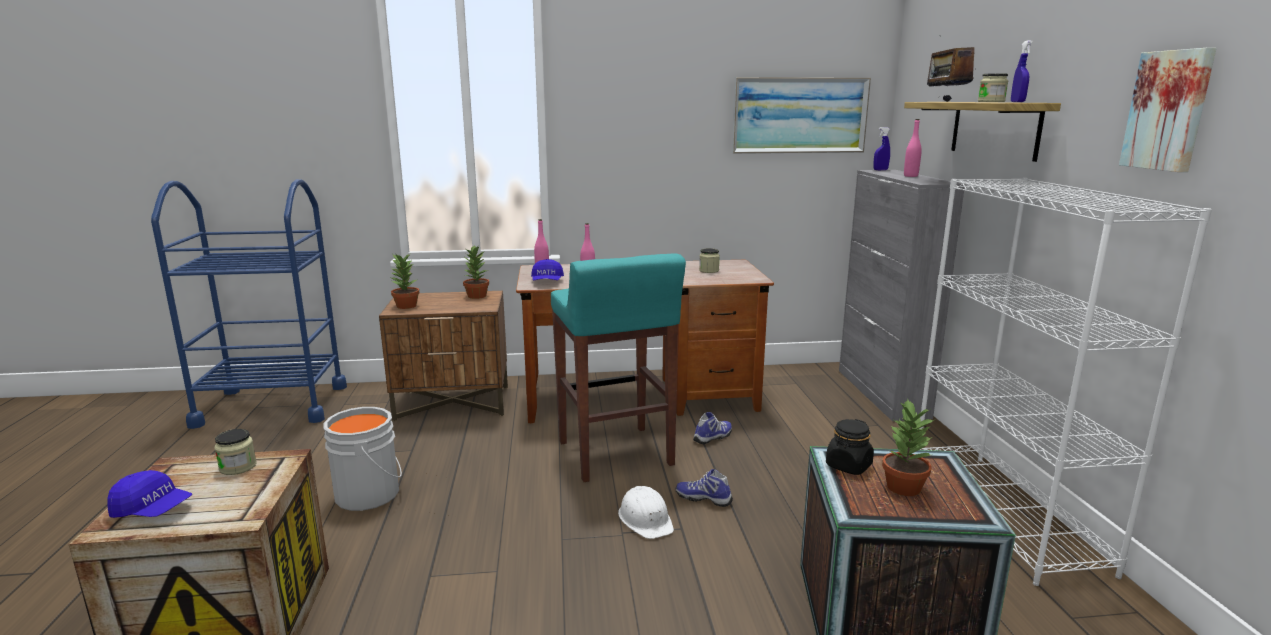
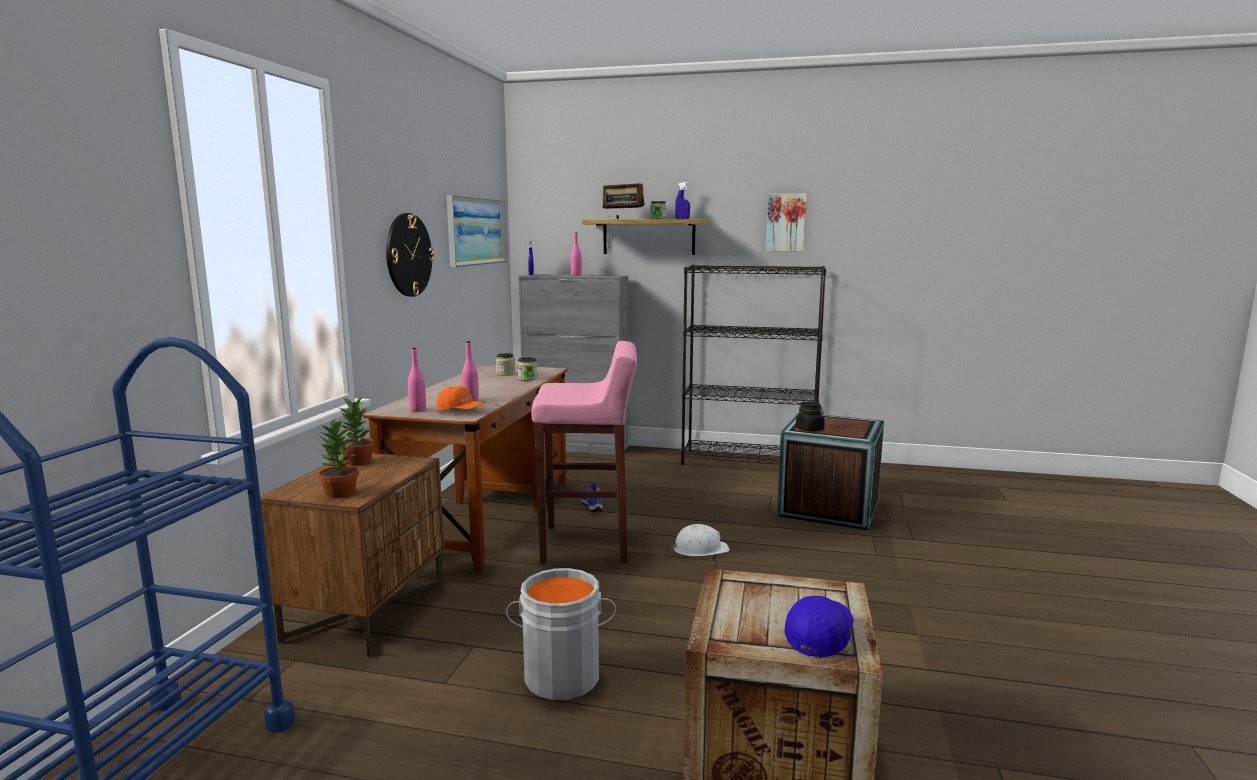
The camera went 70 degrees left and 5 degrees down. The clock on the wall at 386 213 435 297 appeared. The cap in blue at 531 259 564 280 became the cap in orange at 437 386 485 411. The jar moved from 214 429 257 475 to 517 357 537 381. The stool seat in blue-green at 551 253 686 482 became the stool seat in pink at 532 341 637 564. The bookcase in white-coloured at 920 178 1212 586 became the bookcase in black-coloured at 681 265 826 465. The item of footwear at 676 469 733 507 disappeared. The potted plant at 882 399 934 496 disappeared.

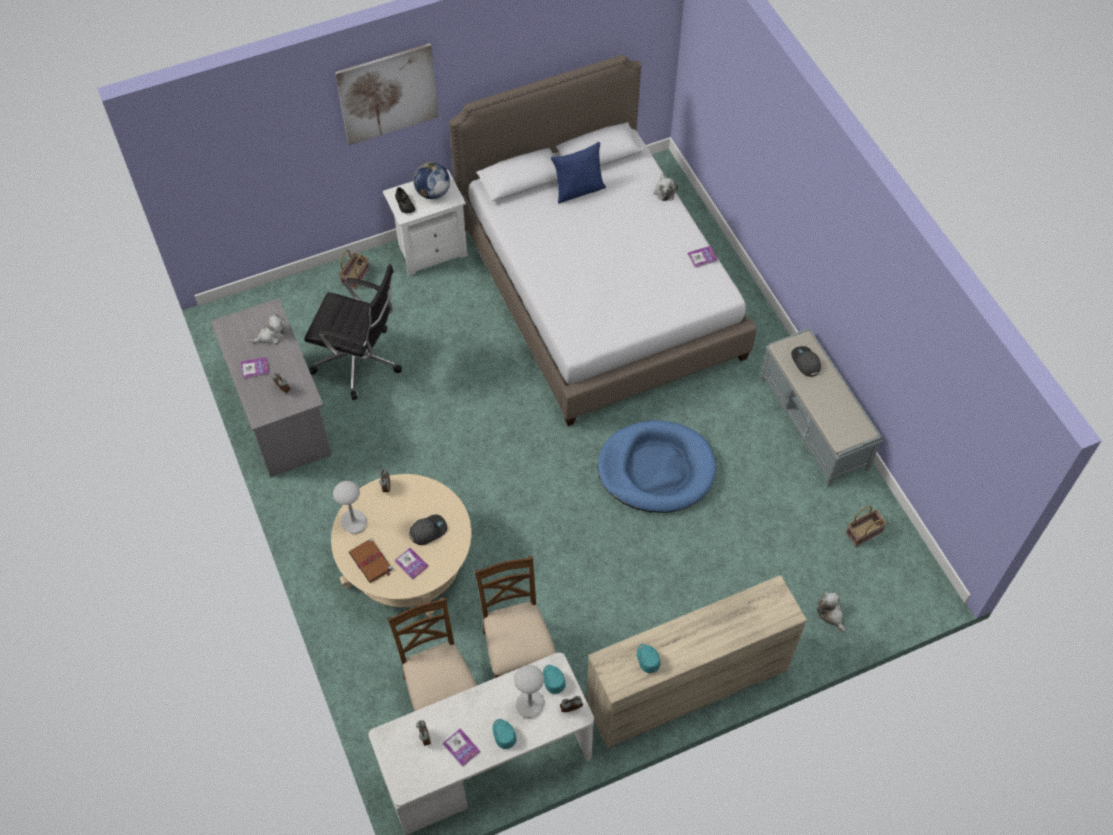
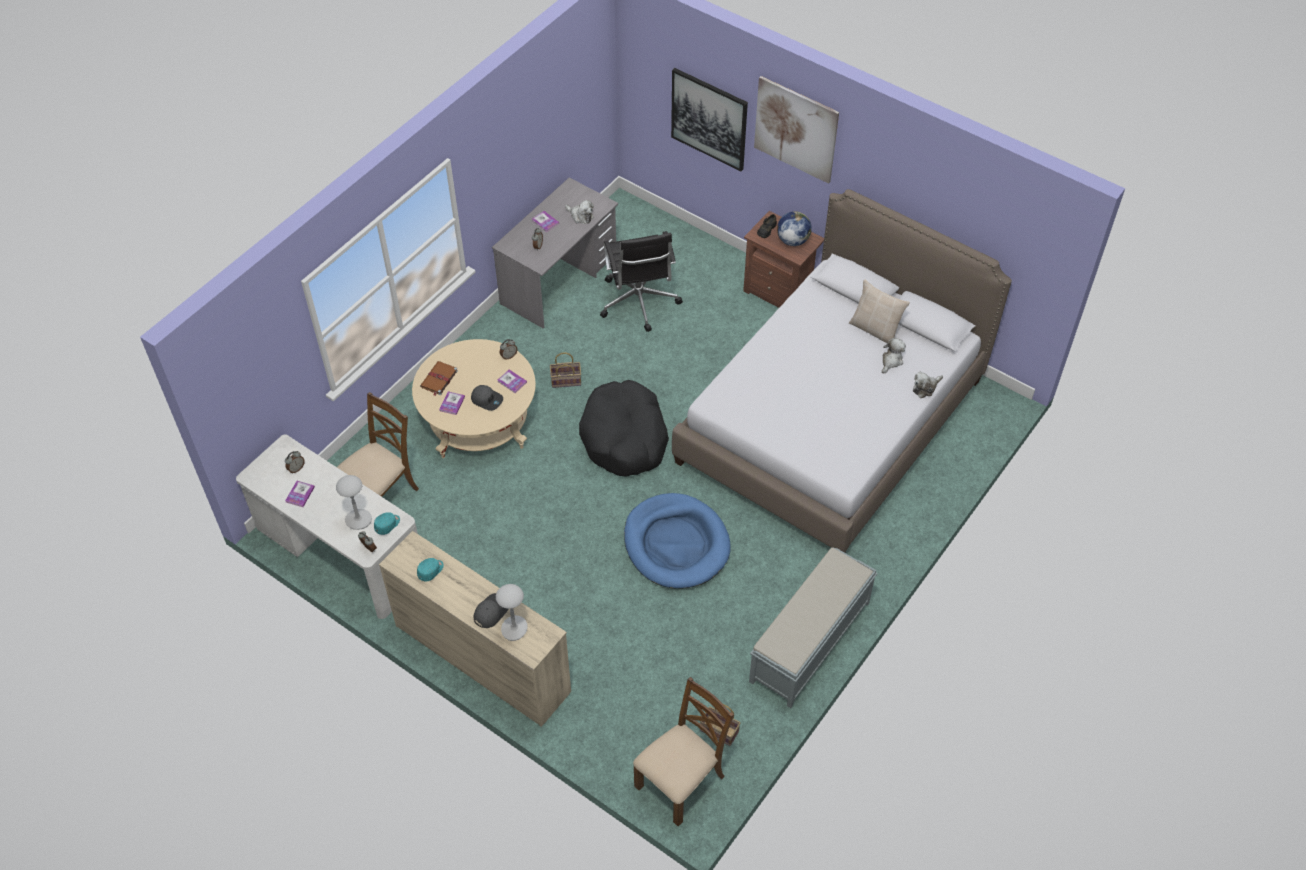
The camera went 60 degrees right and 5 degrees down. The cap in grey moved from 791 346 821 377 to 474 593 508 628. The table lamp in grey moved from 333 481 367 534 to 496 584 528 641. The volume moved from 688 246 718 268 to 497 370 527 393. The basket moved from 339 250 370 290 to 550 353 581 388. The dog bed in black-coloured at 579 380 669 477 appeared. The chair in brown-coloured moved from 475 556 556 678 to 633 677 734 826. The wall art at 671 68 748 171 appeared. The night table in white-coloured at 383 170 467 276 became the night table in brown-coloured at 743 211 824 308. The cushion in blue at 551 142 606 204 became the cushion in sand-coloured at 849 279 910 343. The cuddly toy moved from 817 592 845 633 to 882 338 906 374. The cap in blue-green at 493 719 517 749 disappeared.

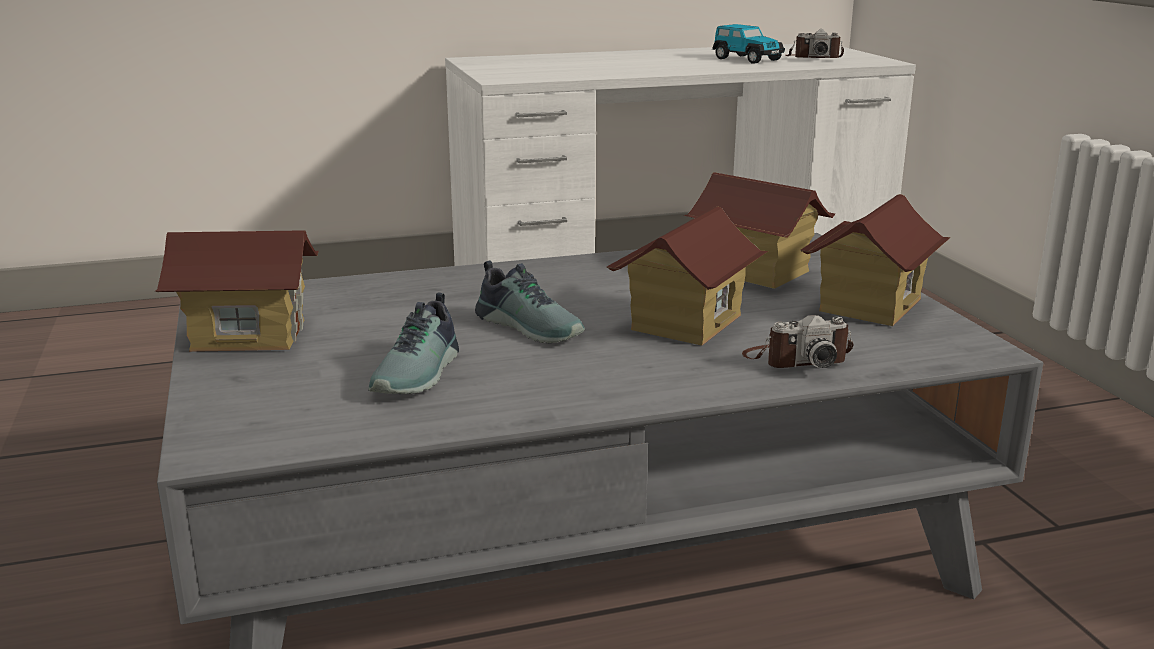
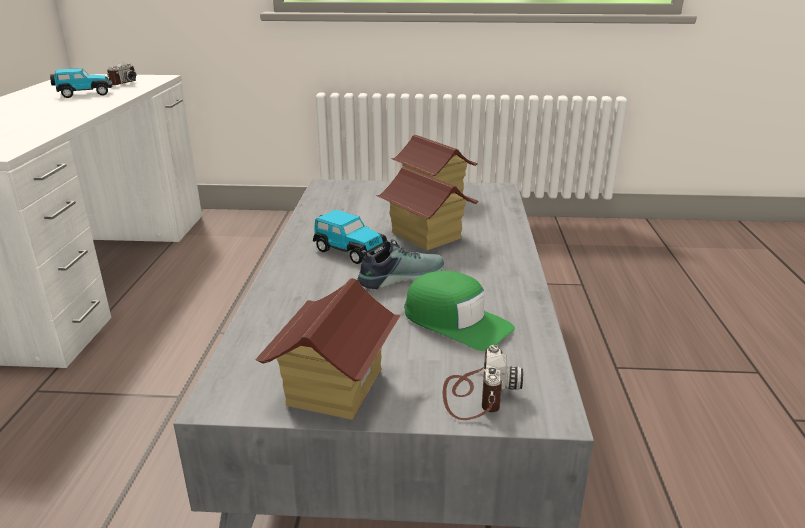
The camera went 70 degrees left and 5 degrees up. The miniature car at 313 210 388 264 appeared. The item of footwear at 368 293 459 394 was replaced by the cap in green-coloured at 405 271 515 351. The photo camera moved from 742 315 853 368 to 443 345 523 420. The model house at 683 172 835 289 disappeared.

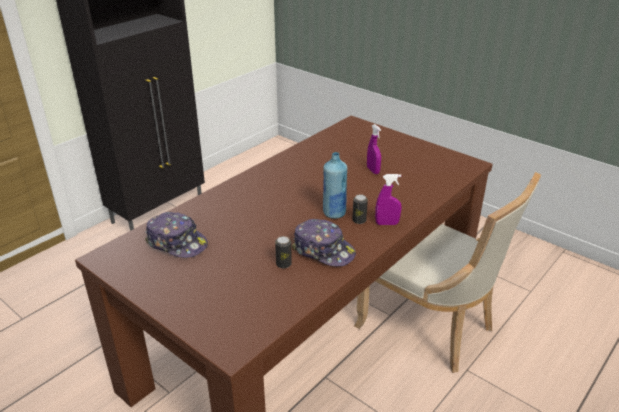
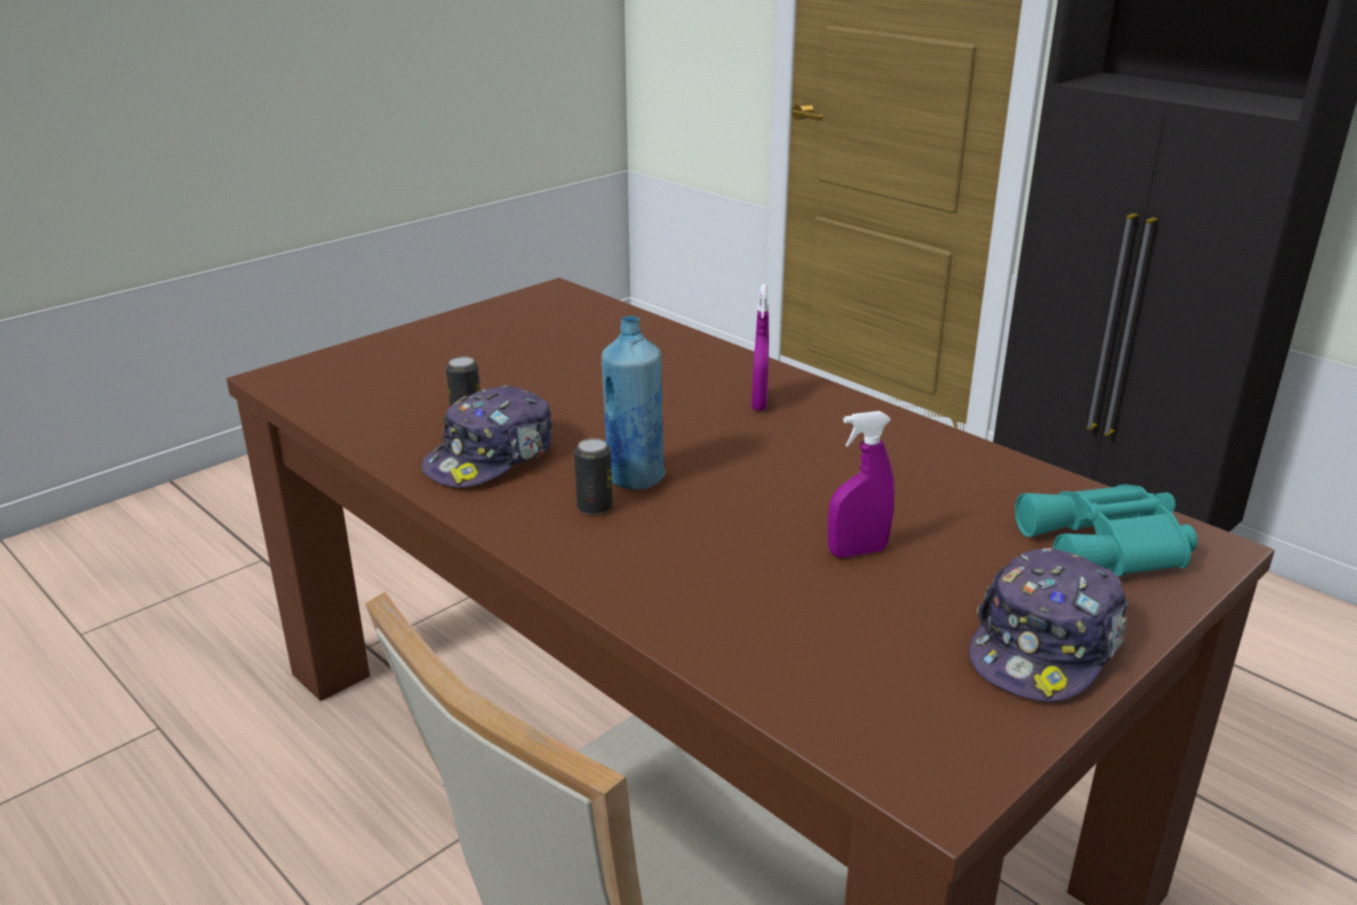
The camera went 95 degrees right and 5 degrees down. The sprayer in purplish moved from 375 174 402 225 to 752 284 769 410. The cap moved from 145 212 208 258 to 969 548 1128 702. The field glasses in blue-green at 1015 484 1197 576 appeared.

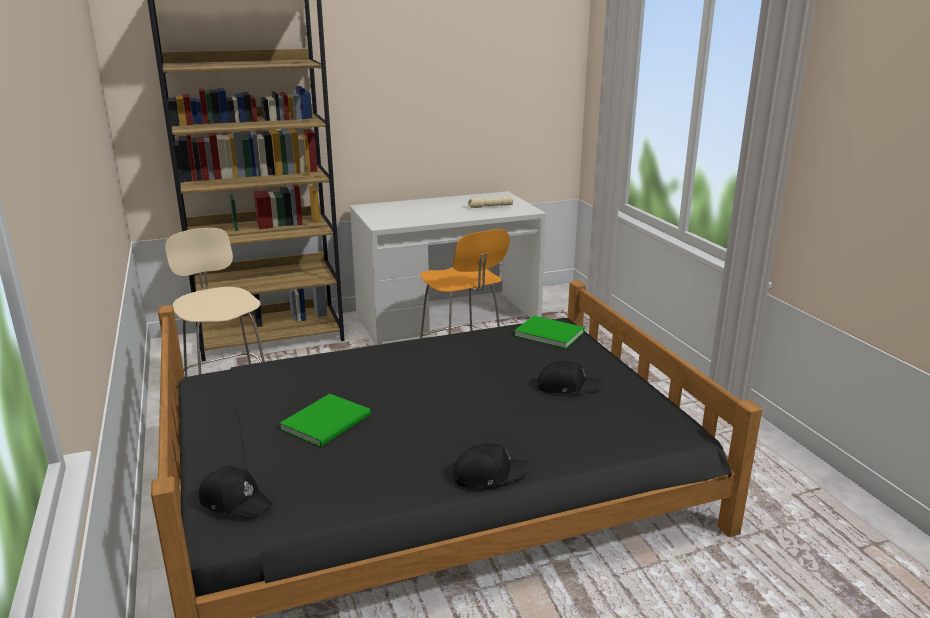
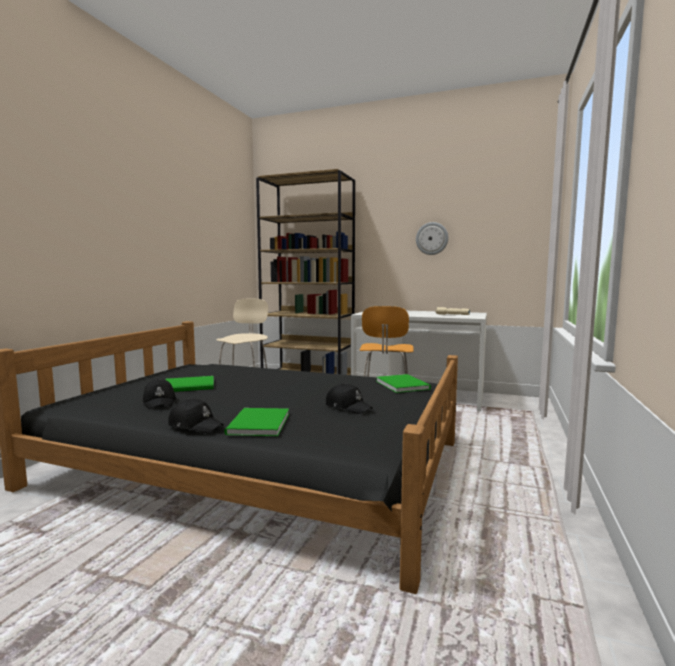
The camera went 40 degrees right and 15 degrees down. The cap in black-coloured moved from 199 466 272 519 to 143 379 176 409. The volume in green-coloured at 224 408 289 436 appeared. The clock on the wall at 416 222 449 255 appeared.

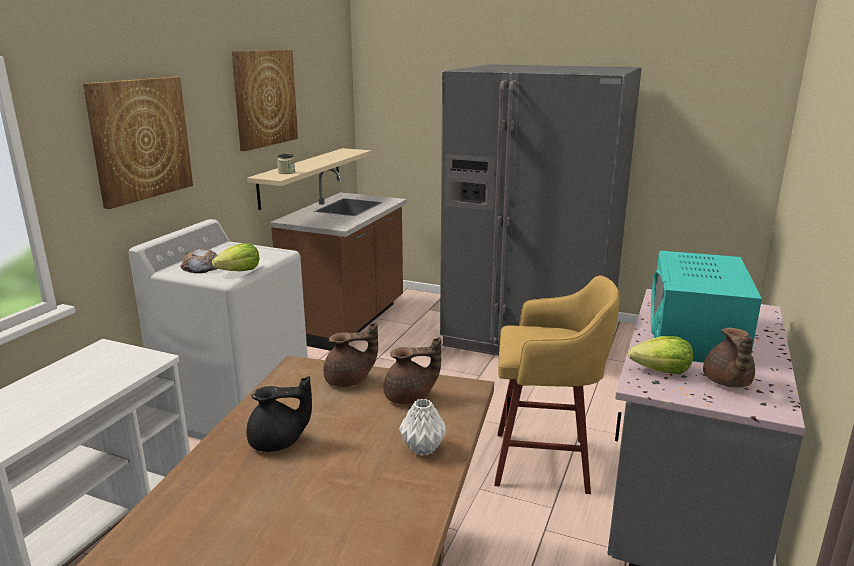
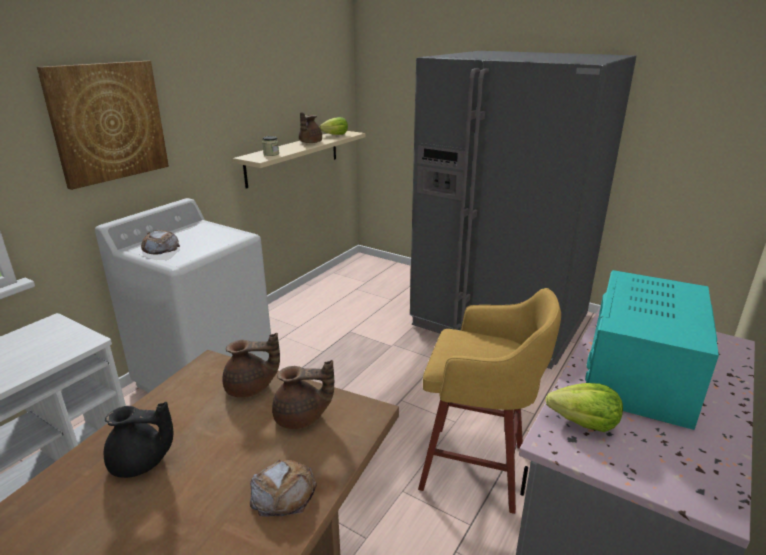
The camera went 10 degrees right and 5 degrees up. The flower vase in white-coloured at 399 399 446 456 was replaced by the baked bread at 250 460 317 517. The tea pot in brown-coloured moved from 703 327 755 387 to 299 112 322 143. The lettuce head moved from 212 243 259 271 to 319 117 348 135. The wall art at 232 50 298 151 disappeared. The kitchen base unit in brown-coloured at 270 168 407 351 disappeared.

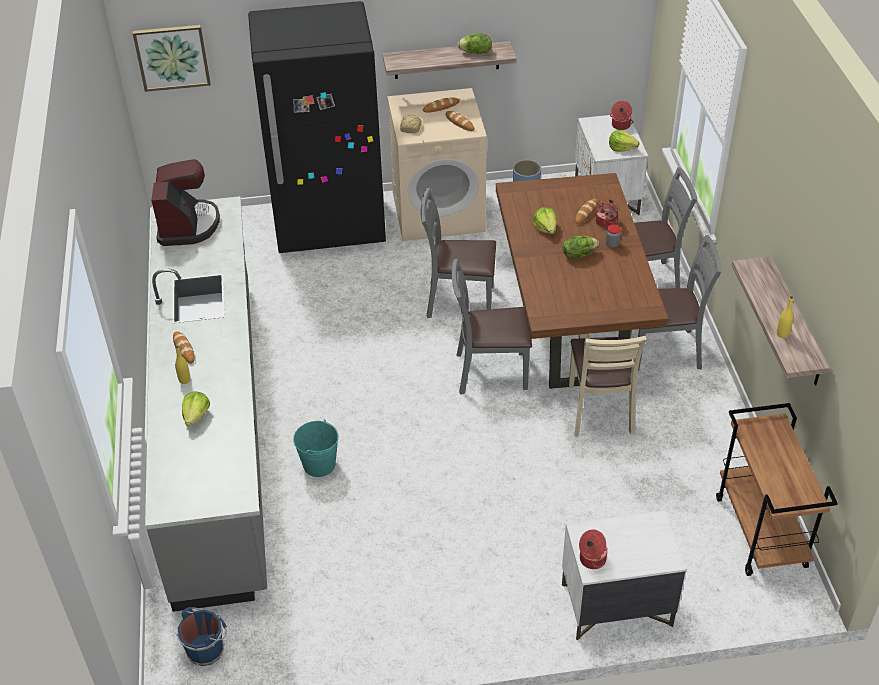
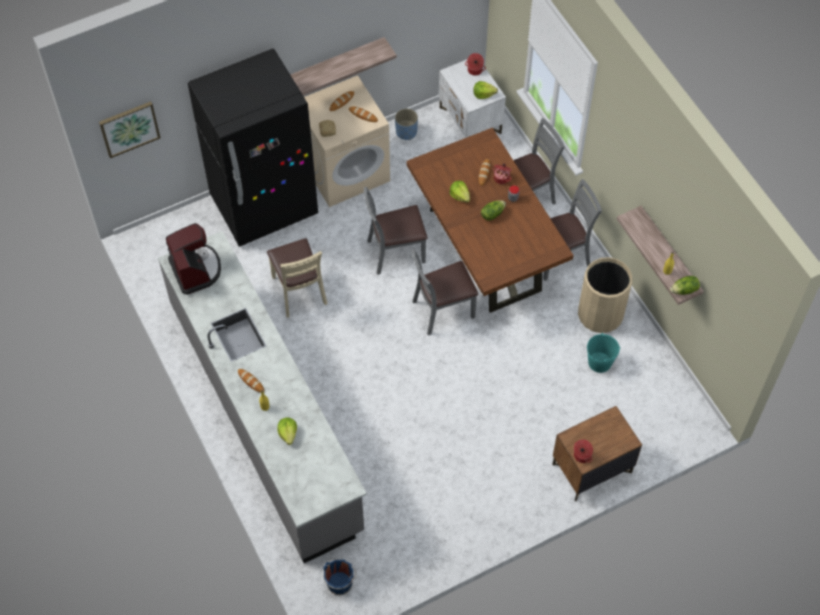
The camera went 20 degrees left and 15 degrees up. The chair in sand-coloured moved from 569 336 647 437 to 267 238 328 317. The night table in white-coloured at 562 510 687 641 became the night table in brown-coloured at 552 406 642 501. The trash can in sand-coloured at 578 257 632 333 appeared. The water bucket in blue-green moved from 293 419 339 477 to 587 333 620 373. The lettuce head moved from 457 33 492 54 to 670 276 700 295. The wheeled cart in brown-coloured at 716 403 838 576 disappeared.

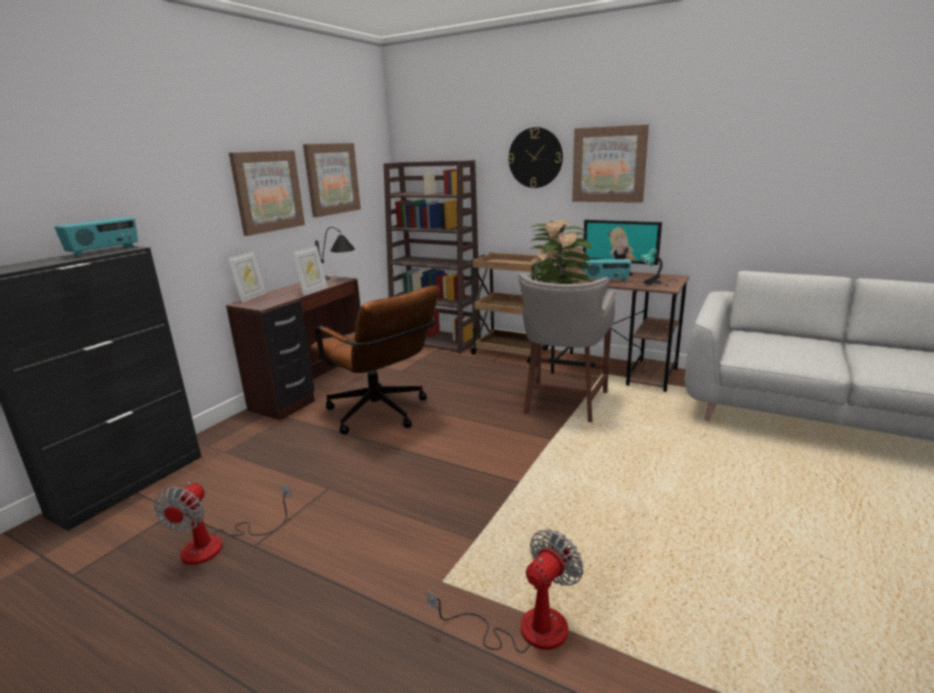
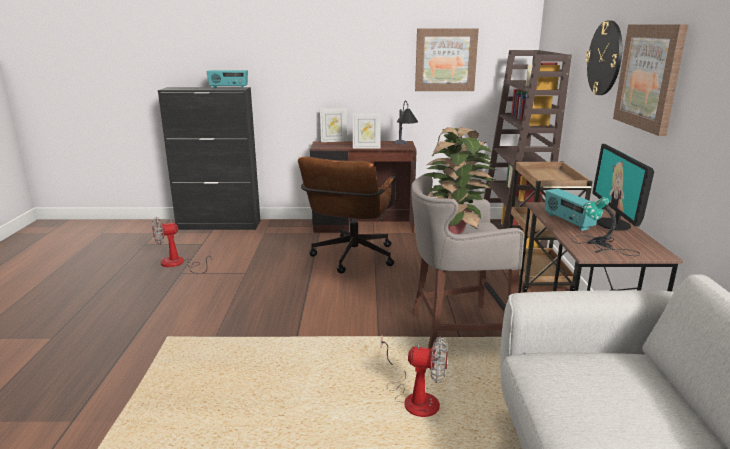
The camera went 60 degrees right and 0 degrees up. The cooling fan moved from 427 529 583 653 to 381 334 448 417. The wall art at 229 150 305 236 disappeared.

